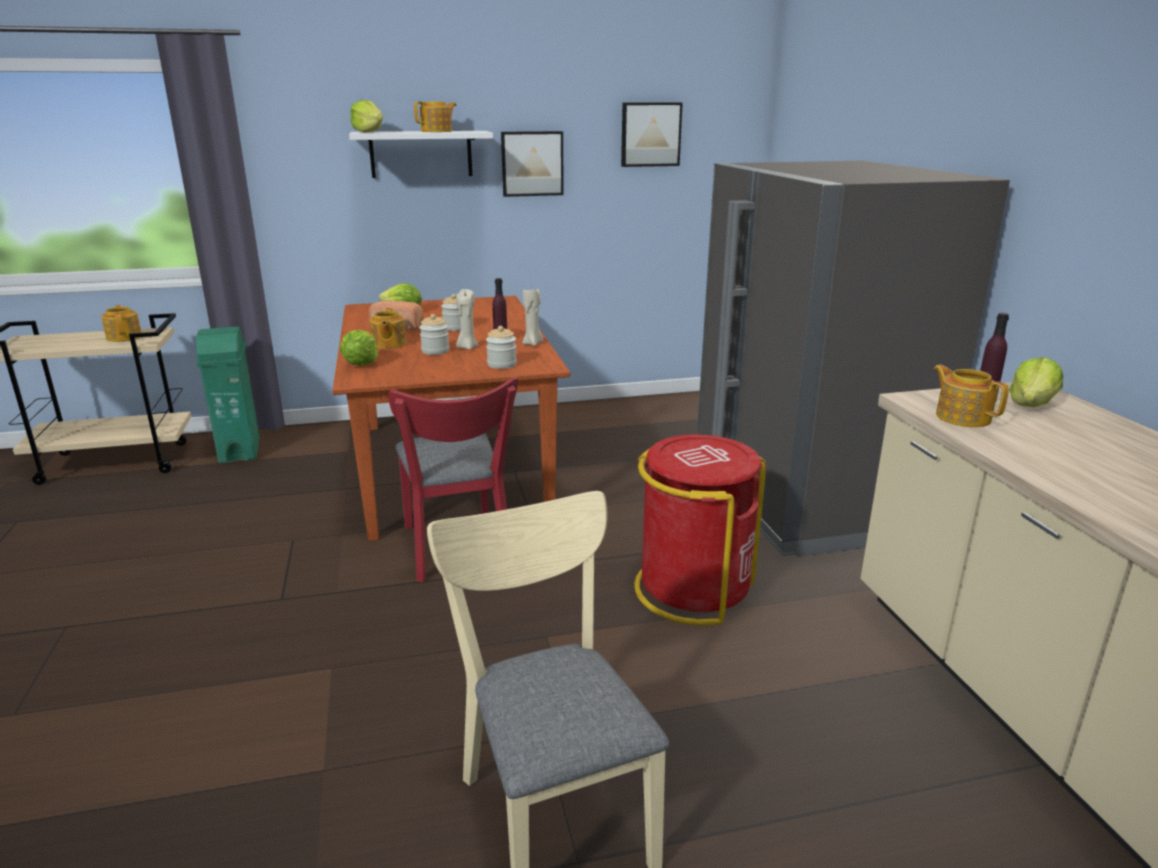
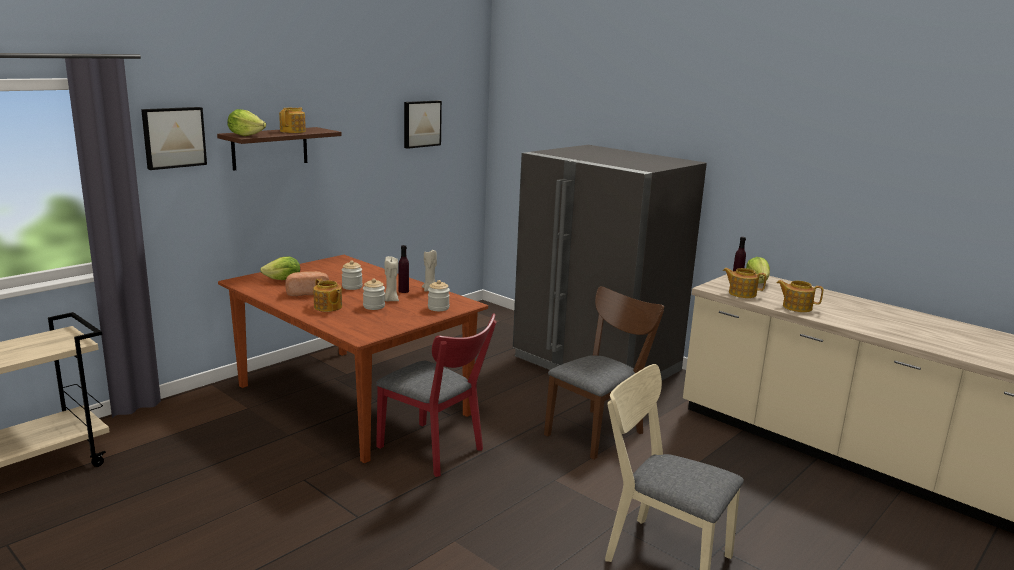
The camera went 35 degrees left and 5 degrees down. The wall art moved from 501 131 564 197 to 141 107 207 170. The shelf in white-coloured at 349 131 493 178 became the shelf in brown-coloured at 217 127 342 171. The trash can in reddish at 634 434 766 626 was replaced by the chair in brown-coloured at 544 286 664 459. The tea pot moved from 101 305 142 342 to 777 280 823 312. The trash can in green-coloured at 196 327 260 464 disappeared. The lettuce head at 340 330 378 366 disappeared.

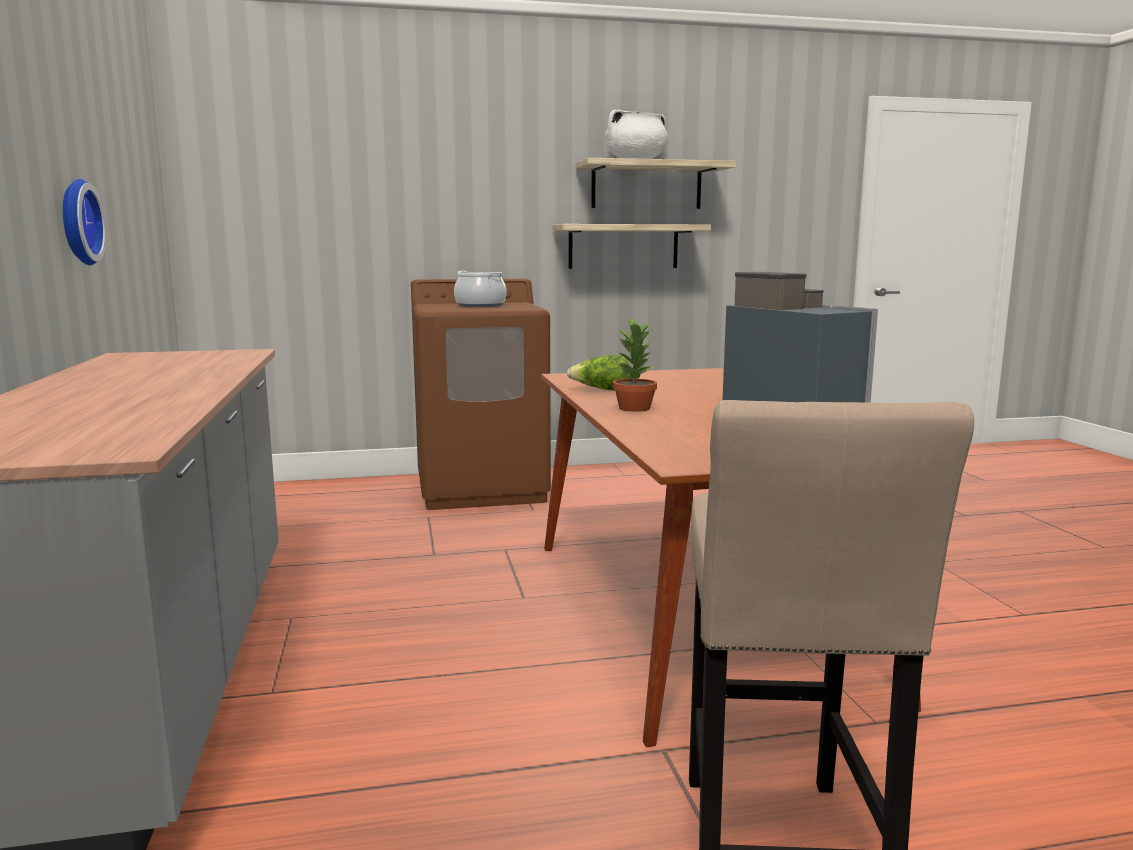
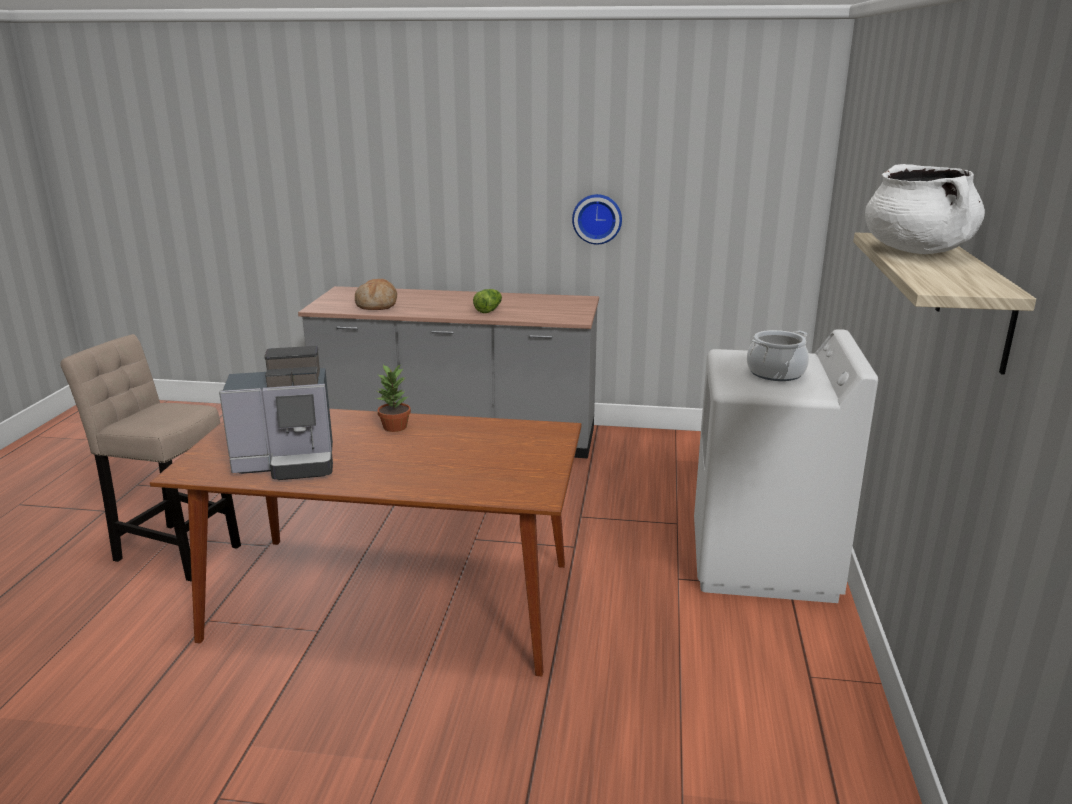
The camera went 110 degrees right and 10 degrees up. The baked bread at 355 279 397 310 appeared. The lettuce head moved from 567 355 629 391 to 473 289 502 313. The laundry machine in brown-coloured at 411 279 551 510 became the laundry machine in white-coloured at 694 329 878 603. The shelf at 553 224 711 269 disappeared.

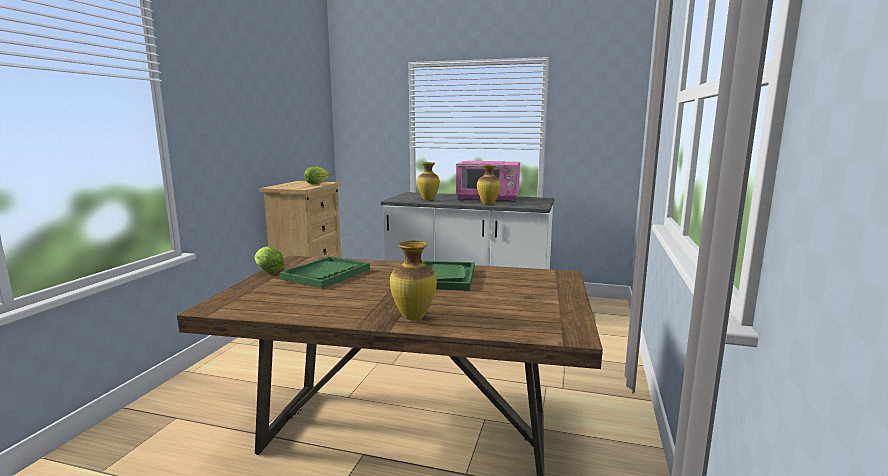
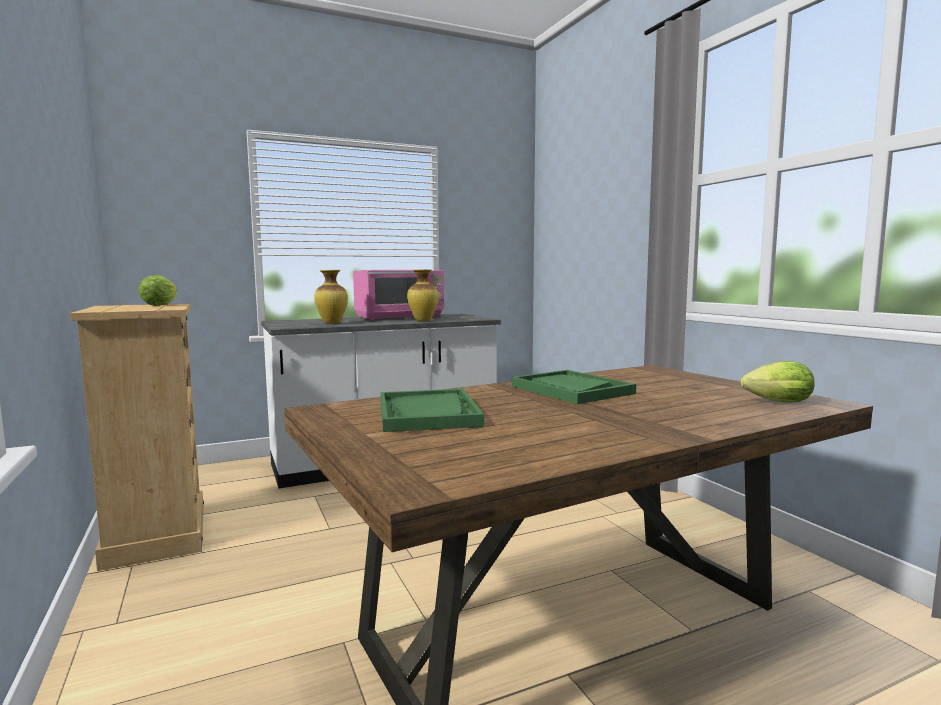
The camera went 40 degrees left and 5 degrees down. The lettuce head moved from 255 247 284 274 to 740 361 815 403. The flower vase at 390 241 437 320 disappeared.

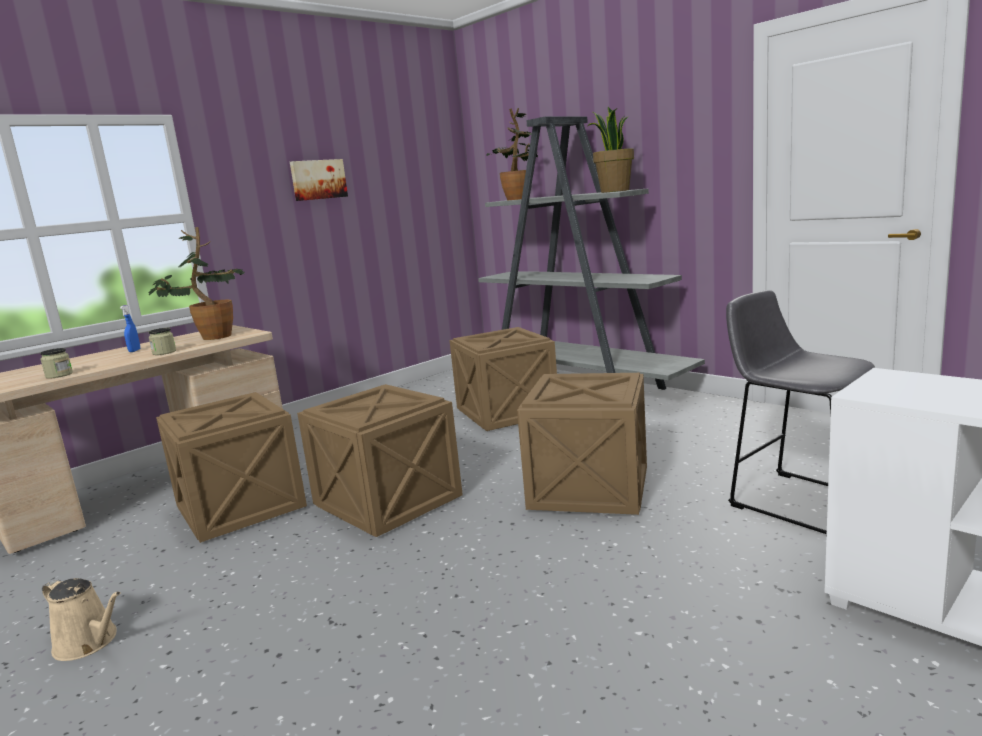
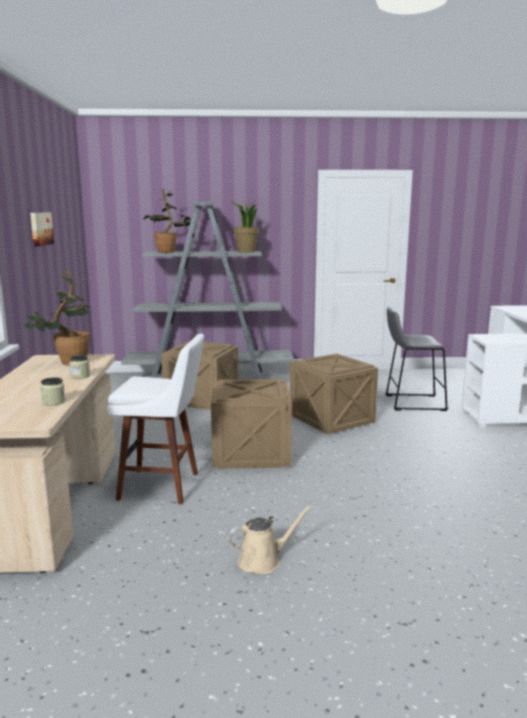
The camera went 50 degrees left and 0 degrees up. The packing crate at 156 392 307 543 was replaced by the stool seat in white-coloured at 107 334 204 504. The sprayer in blue at 120 305 140 352 disappeared.

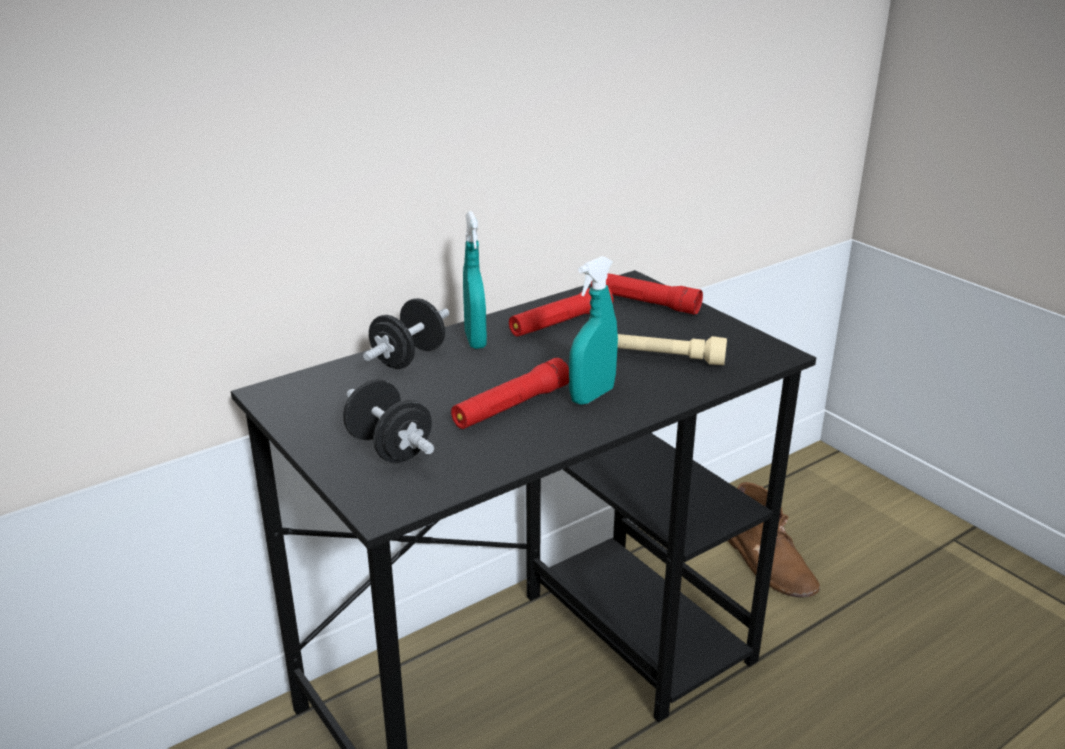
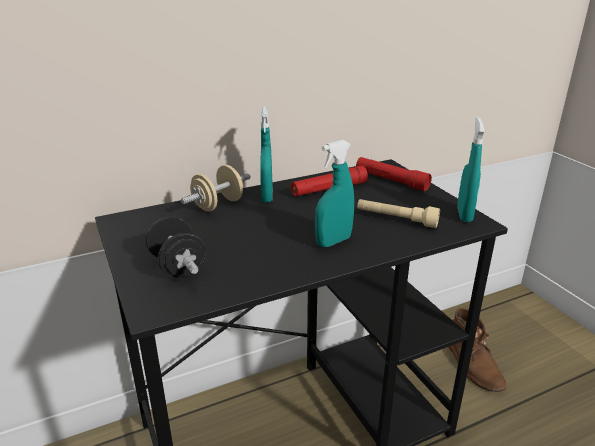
The camera went 10 degrees right and 0 degrees up. The hand weight in black-coloured at 363 298 449 369 became the hand weight in sand-coloured at 181 165 251 212. The sprayer in blue-green at 457 117 485 222 appeared. The torch in reddish at 451 358 569 429 disappeared.

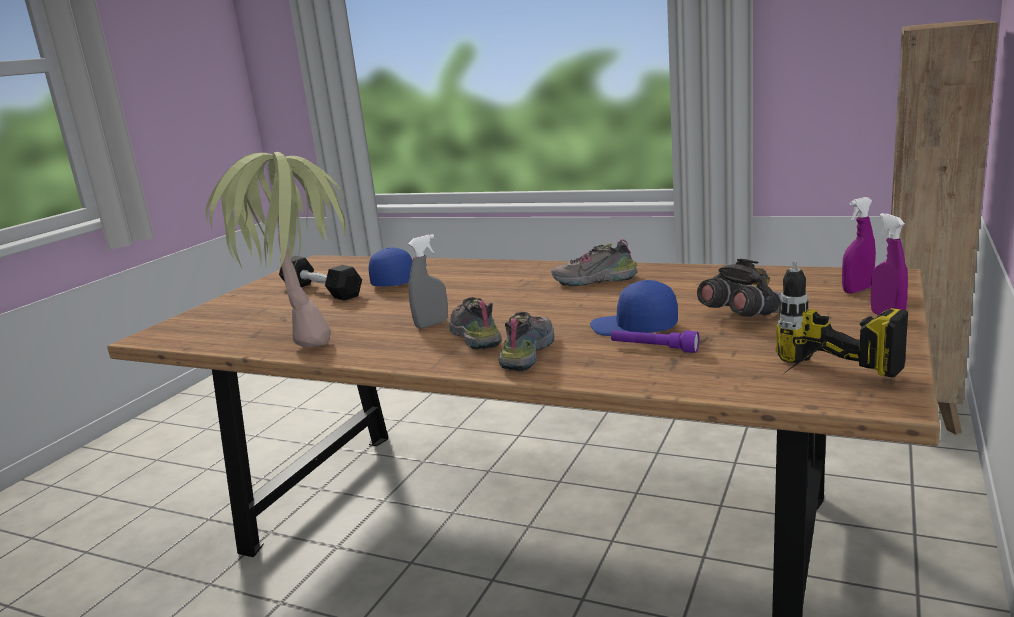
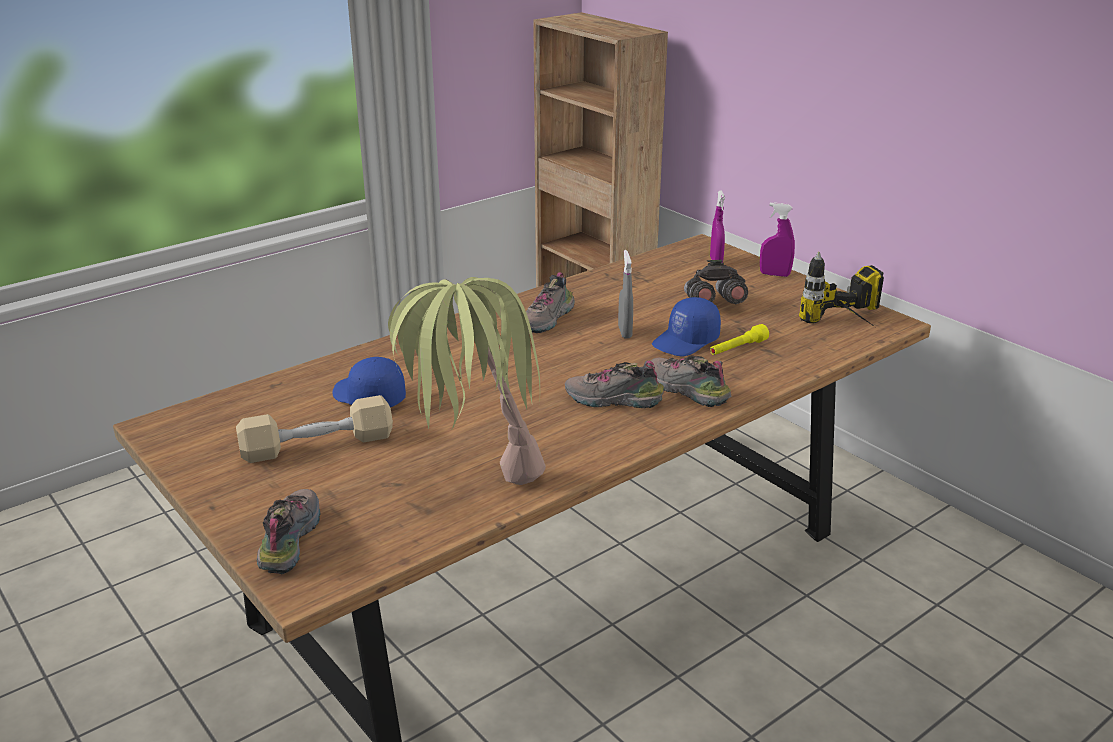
The camera went 65 degrees left and 10 degrees up. The hand weight in black-coloured at 279 256 362 301 became the hand weight in sand-coloured at 236 395 393 463. The item of footwear at 257 489 320 574 appeared. The sprayer in grey moved from 408 234 448 329 to 618 250 633 339. The torch in purplish at 611 330 699 353 became the torch in yellow-coloured at 710 324 769 355.

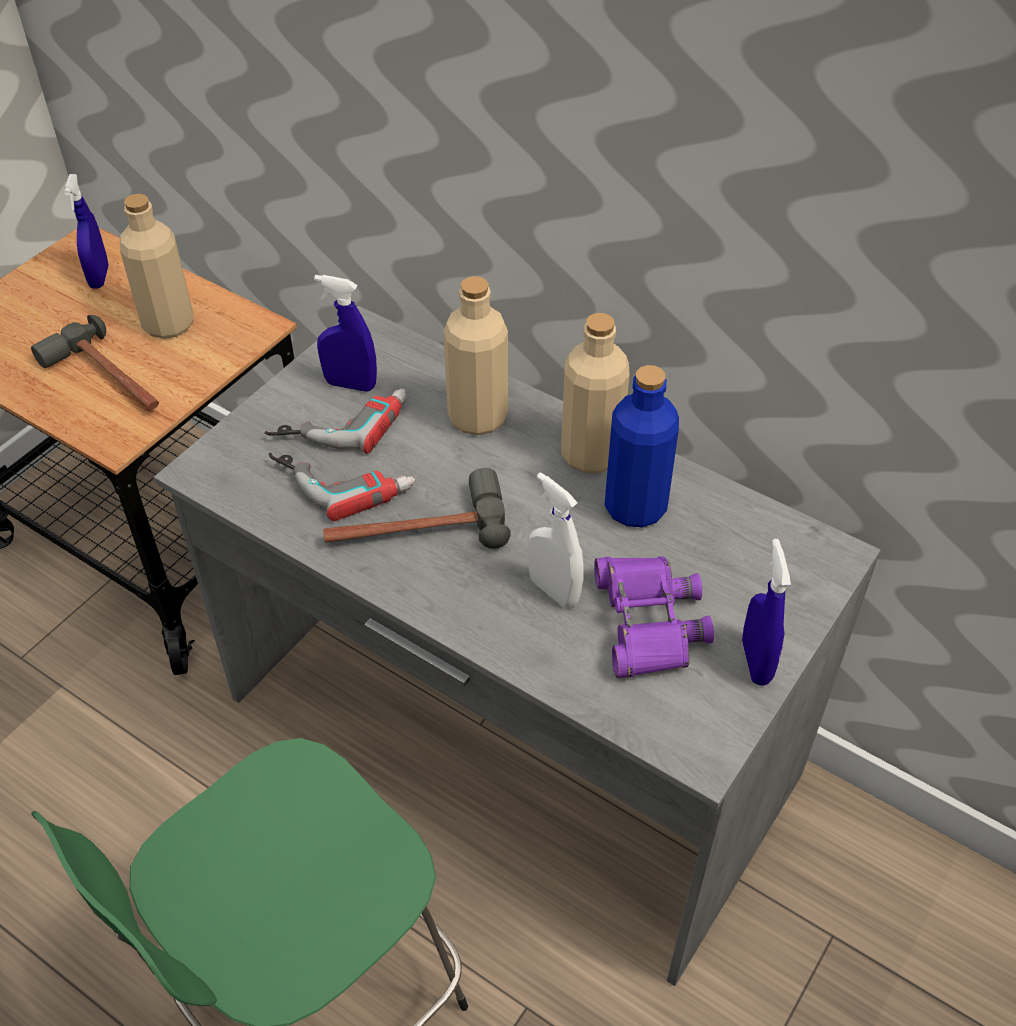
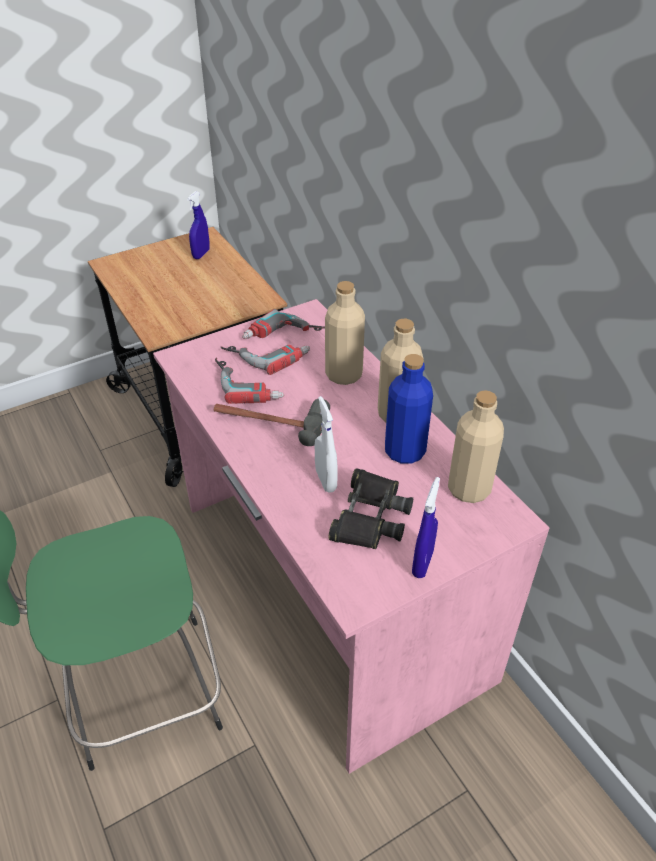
The camera went 25 degrees right and 5 degrees down. The desk in grey at 154 306 881 986 became the desk in pink at 153 299 549 774. The sprayer in blue at 314 275 377 392 was replaced by the drill at 242 309 325 339. The field glasses in purplish at 594 557 714 678 became the field glasses in black-coloured at 329 468 413 549. The bottle in sand-coloured moved from 120 194 194 339 to 448 390 504 503. The hammer at 31 315 159 410 disappeared.

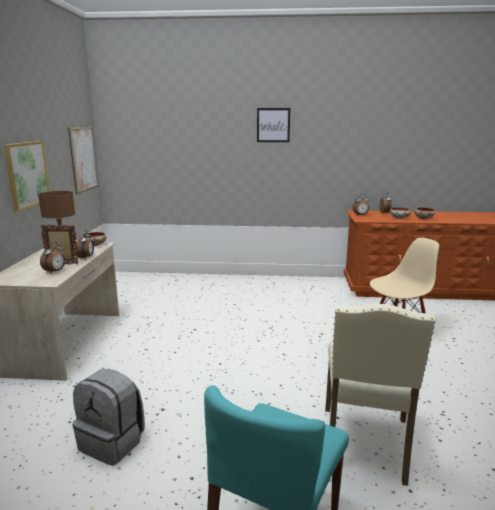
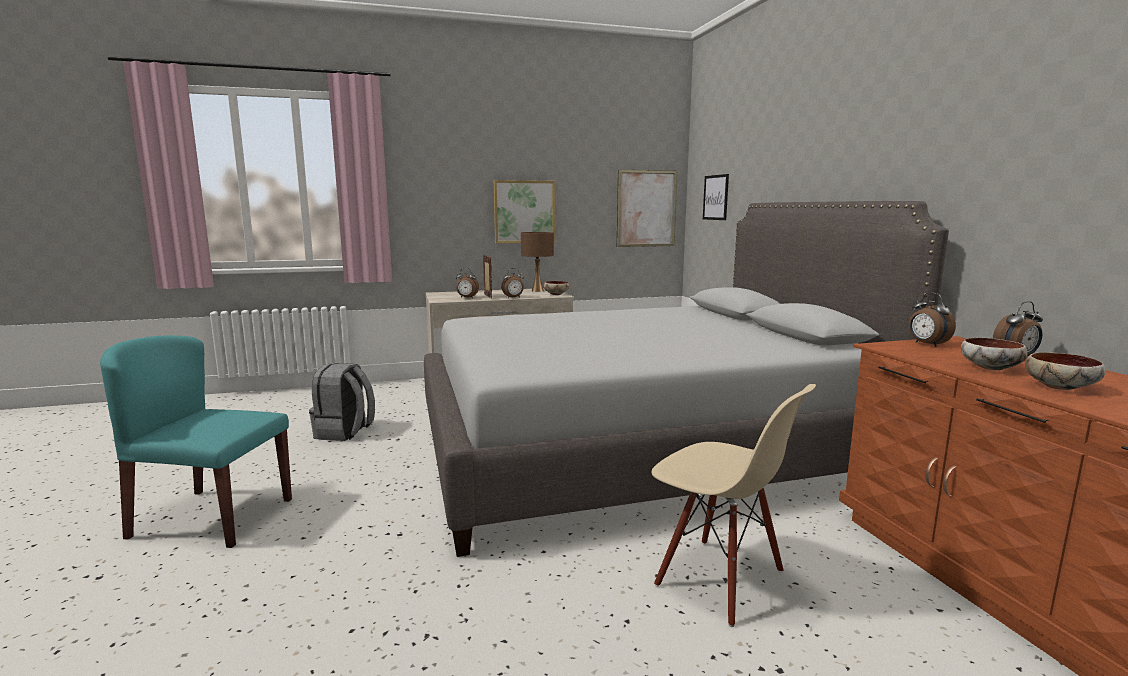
The camera went 70 degrees right and 5 degrees down. The sleeping bed in grey at 424 201 949 557 appeared. The wall art moved from 257 108 290 142 to 703 174 729 220. The chair in sand-coloured at 325 304 436 486 disappeared.

